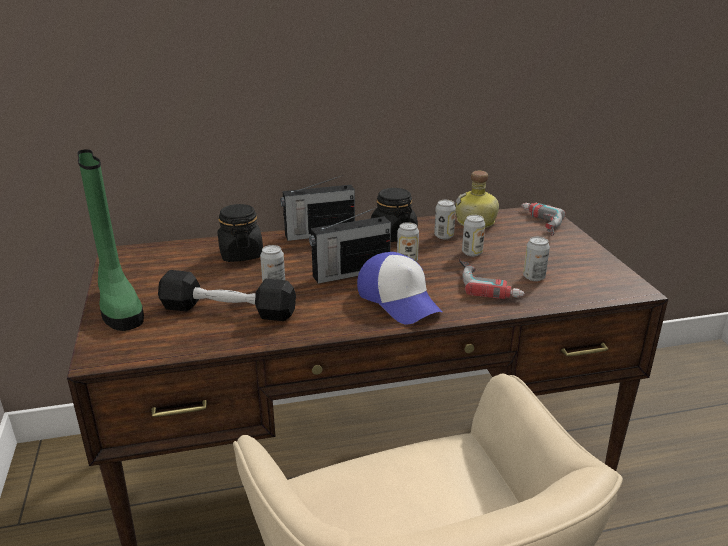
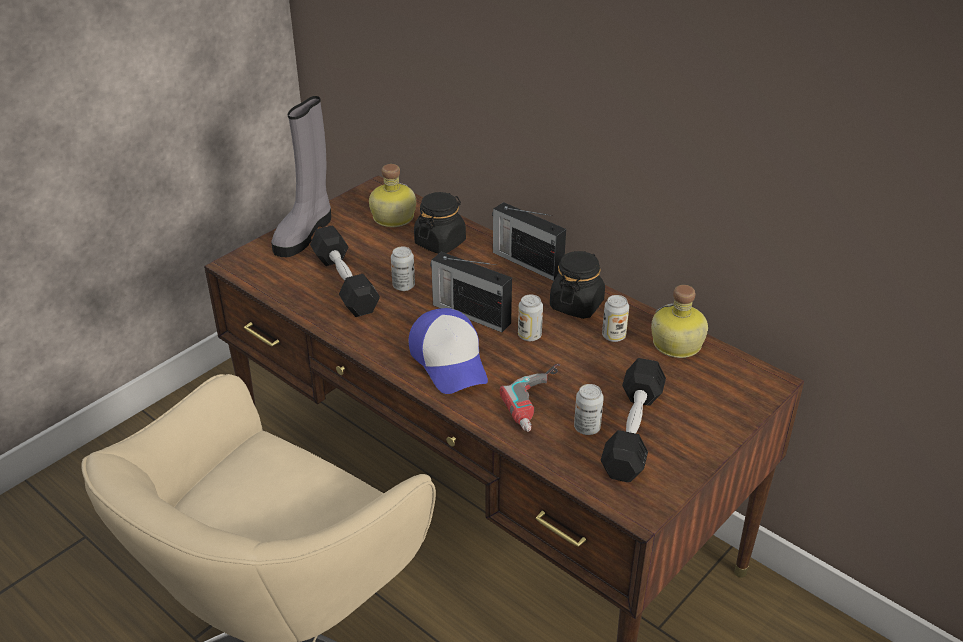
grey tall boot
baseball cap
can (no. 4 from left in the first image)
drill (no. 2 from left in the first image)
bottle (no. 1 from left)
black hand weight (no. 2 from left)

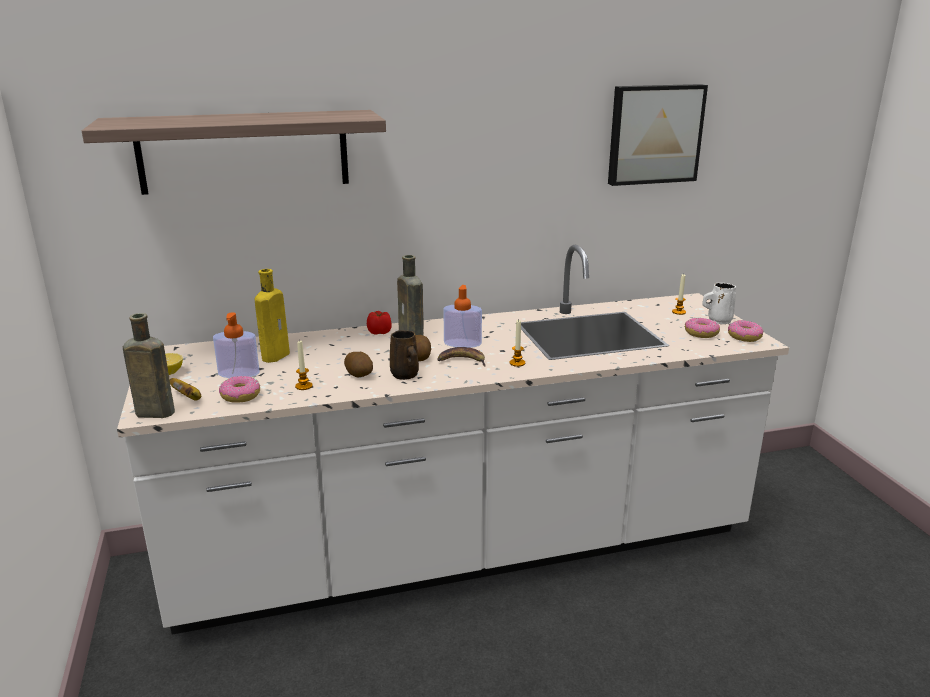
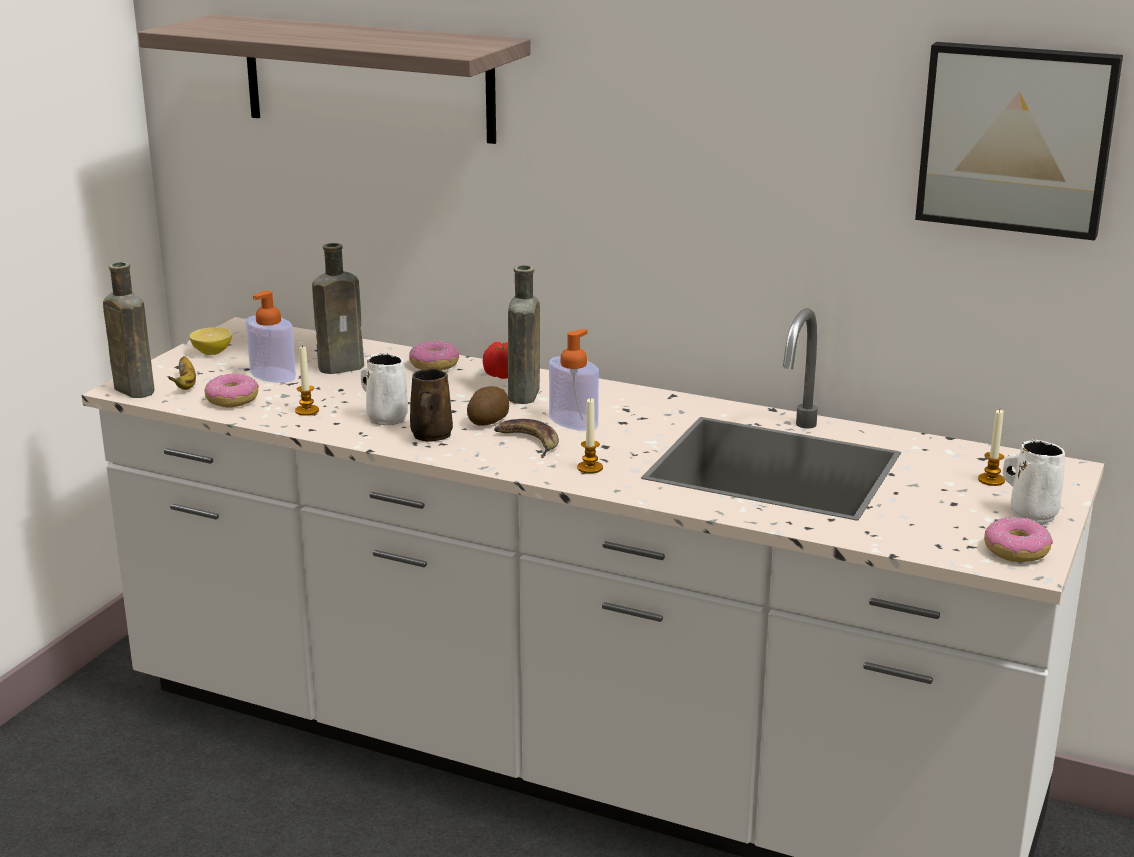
brown-coloured bottle (no. 2 from left)
white tea mug (no. 1 from left)
donut (no. 2 from left)

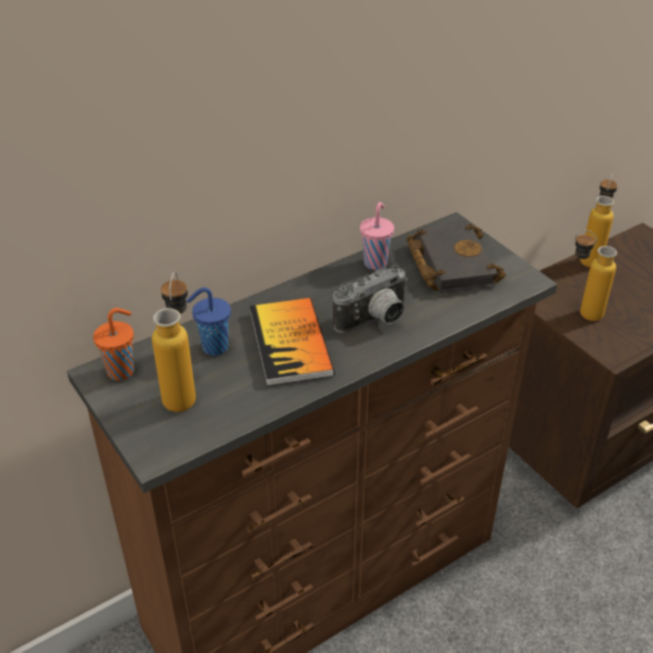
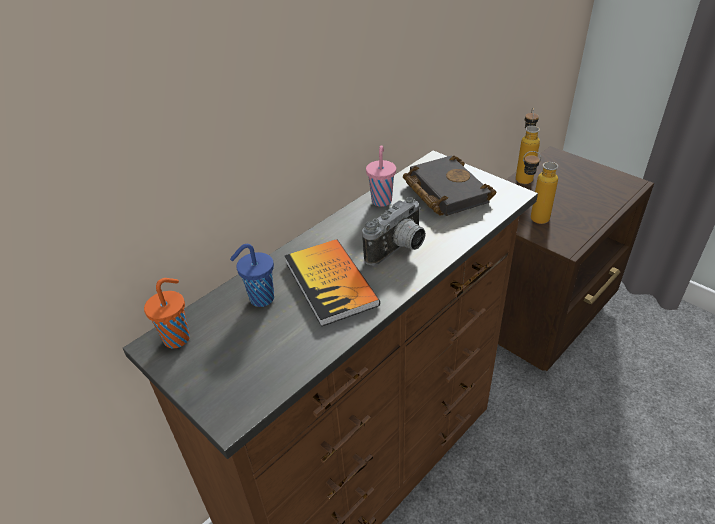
bottle (no. 1 from left in the first image)

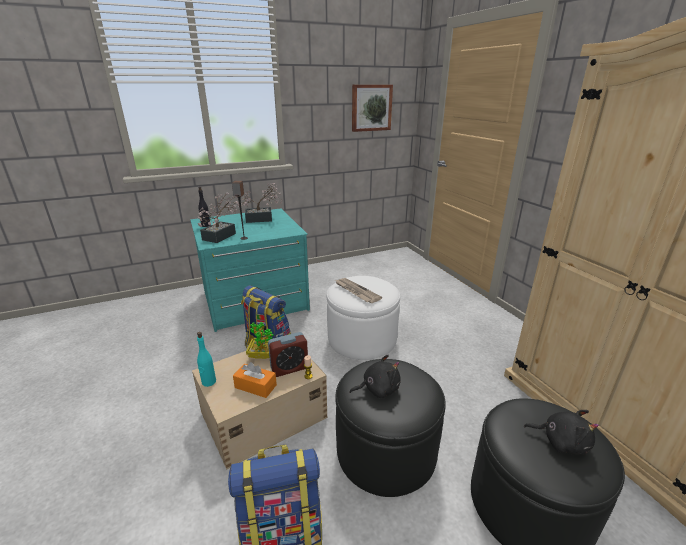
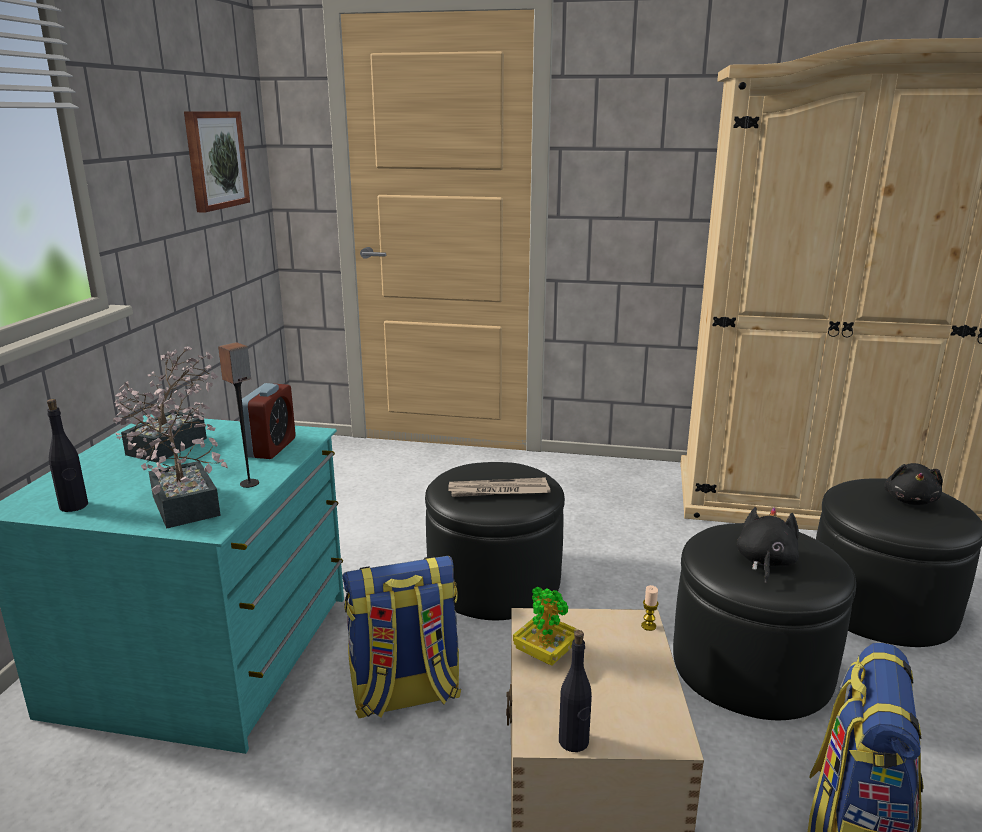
black bottle (no. 2 from left)
orange-coloured box of tissues
alarm clock
black footrest (no. 1 from left)
black plush toy (no. 2 from left)

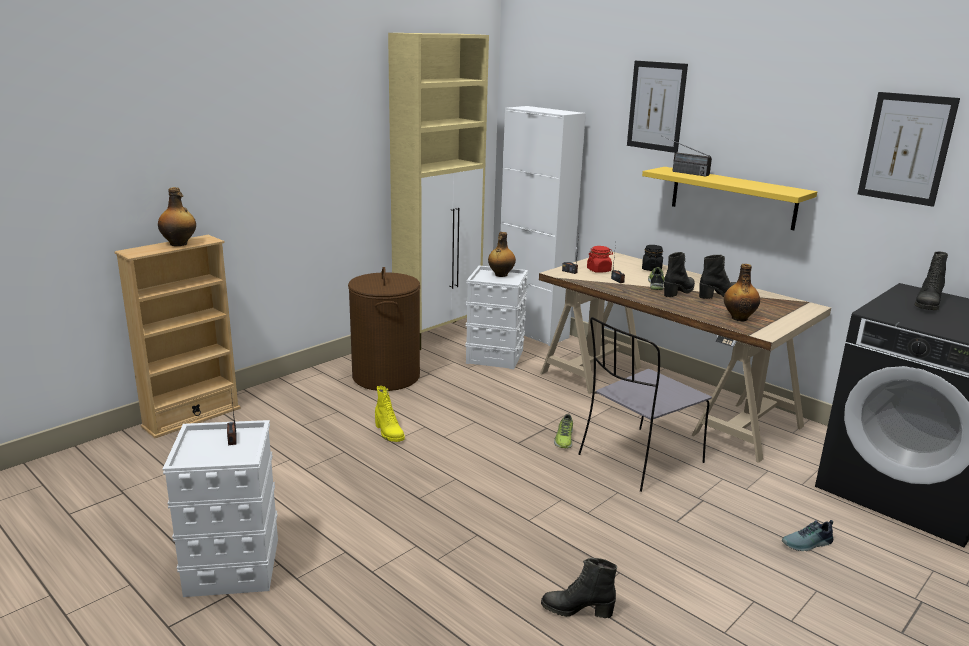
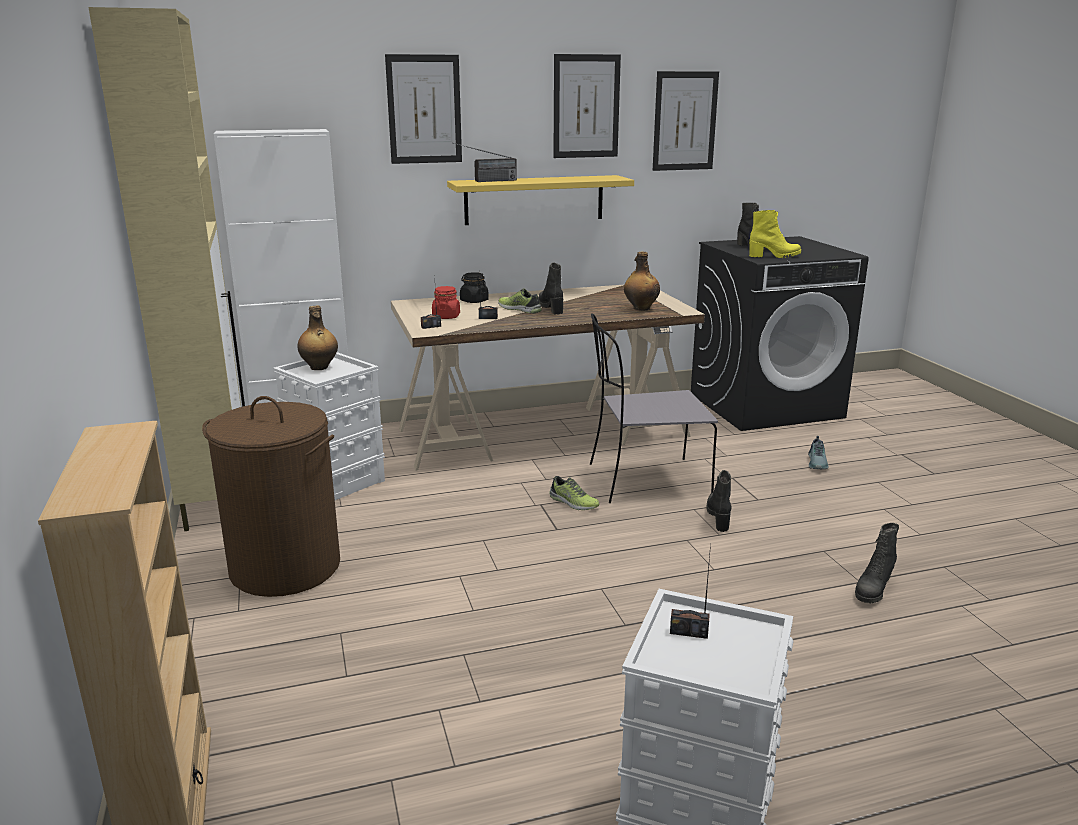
bottle (no. 1 from left in the first image)
yellow-coloured tall boot
grey upright chair
black tall boot (no. 2 from left)
wall picture (no. 2 from left)

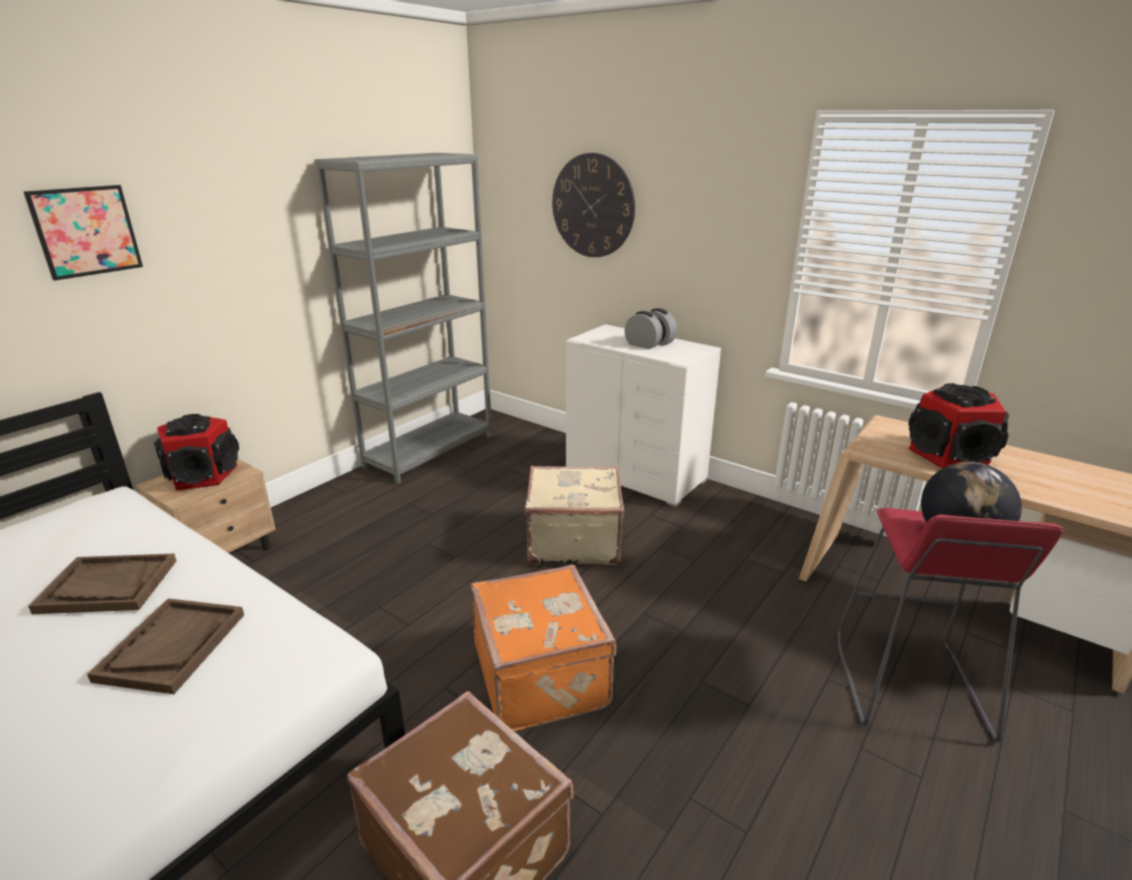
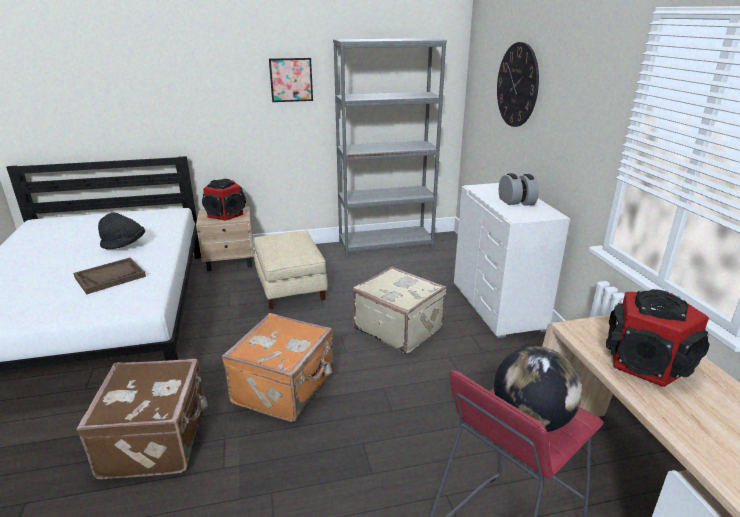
wall picture
black clothing hat
sand-coloured footrest

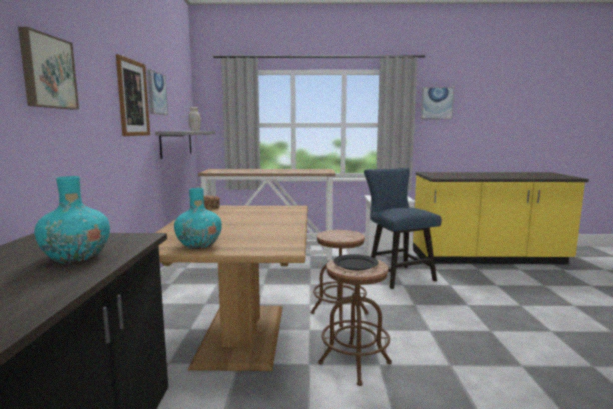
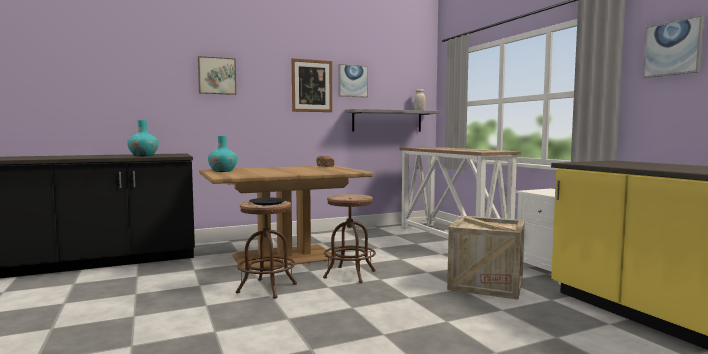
crate

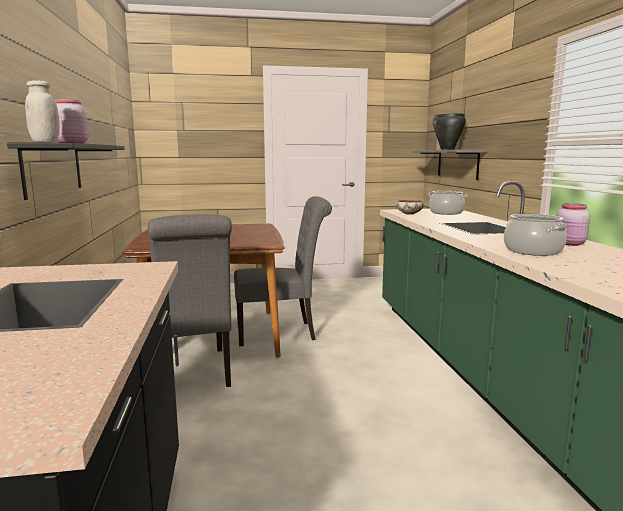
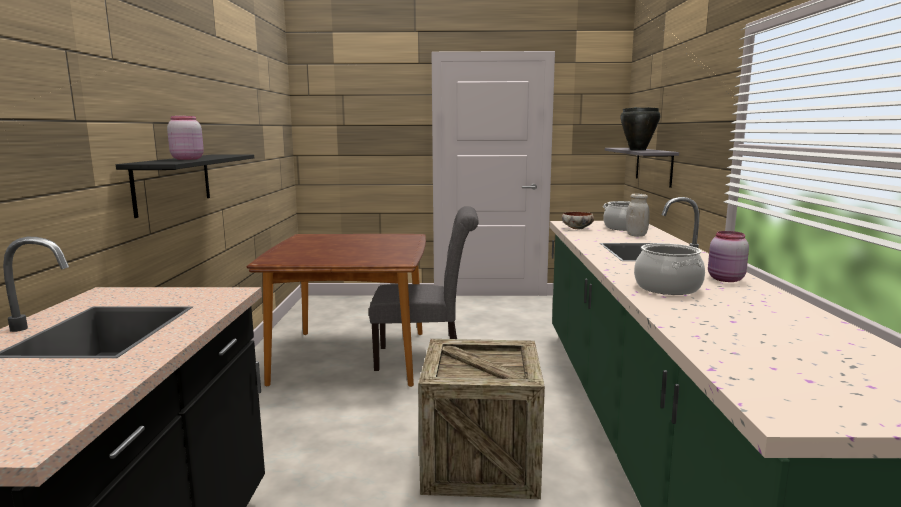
white jar
grey upright chair (no. 1 from left in the first image)
crate

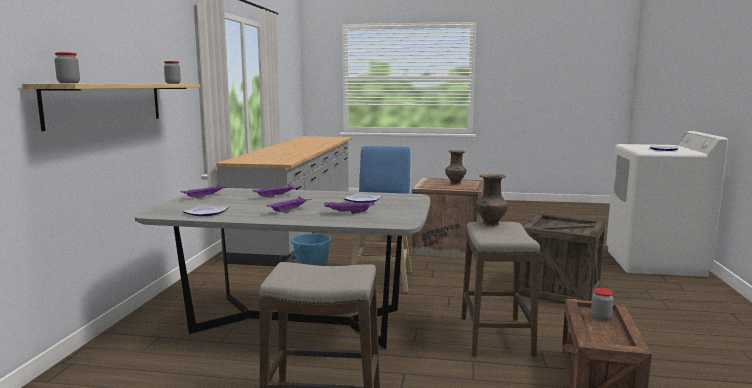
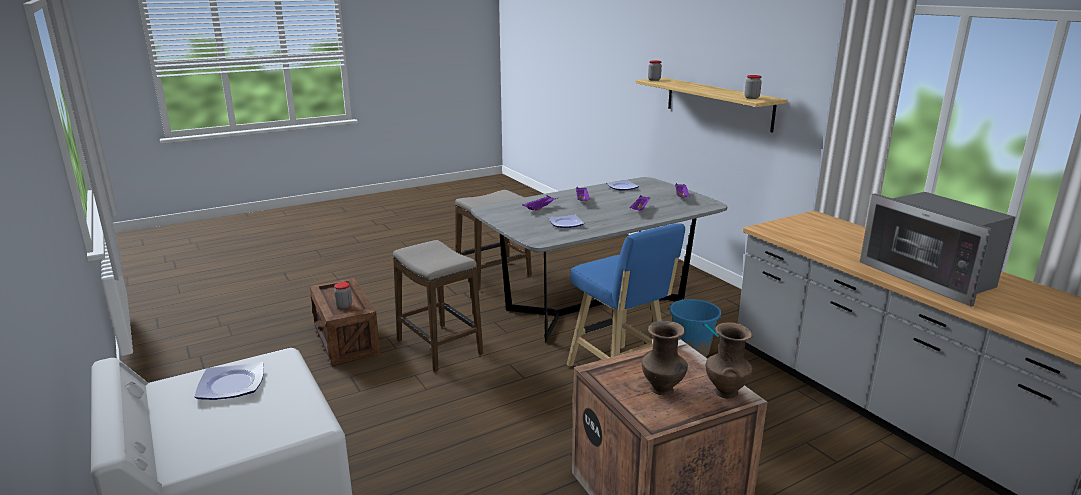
brown-coloured decorative vase (no. 2 from left)
crate (no. 2 from left in the first image)
microwave oven

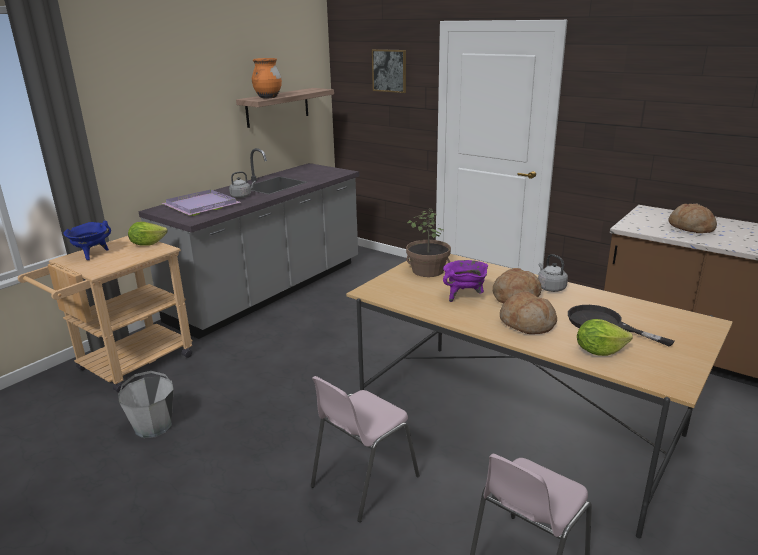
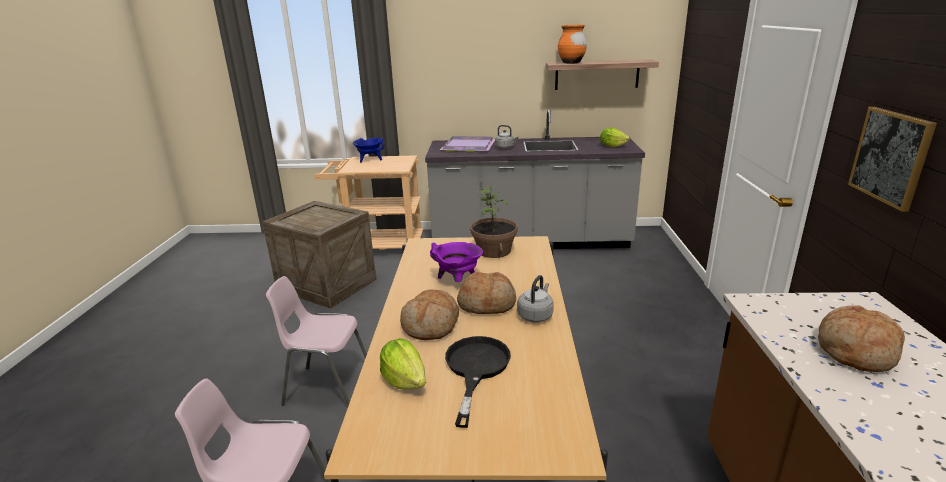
crate
lettuce (no. 2 from left)
wall picture

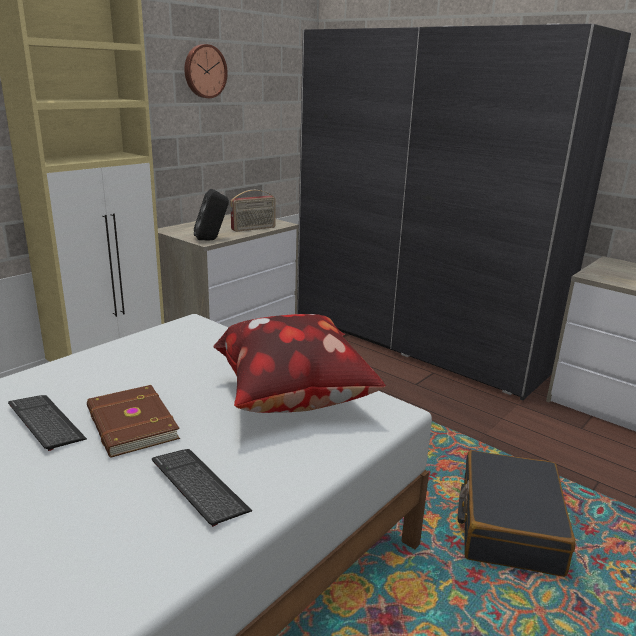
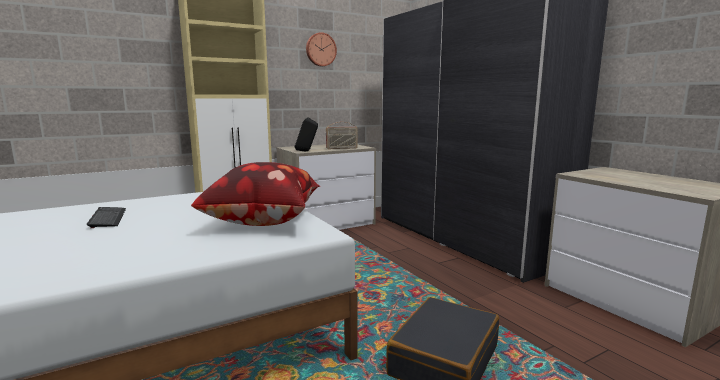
brown-coloured book
PC keyboard (no. 2 from left in the first image)

